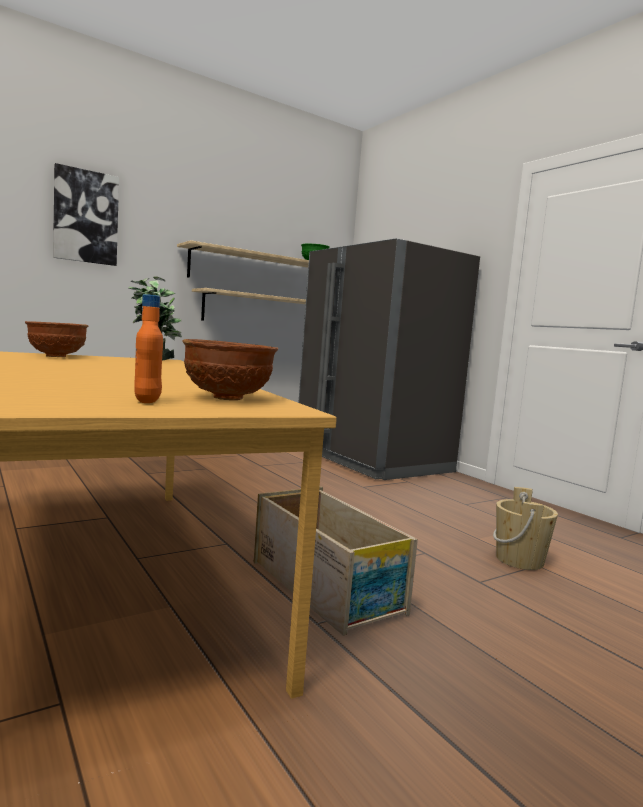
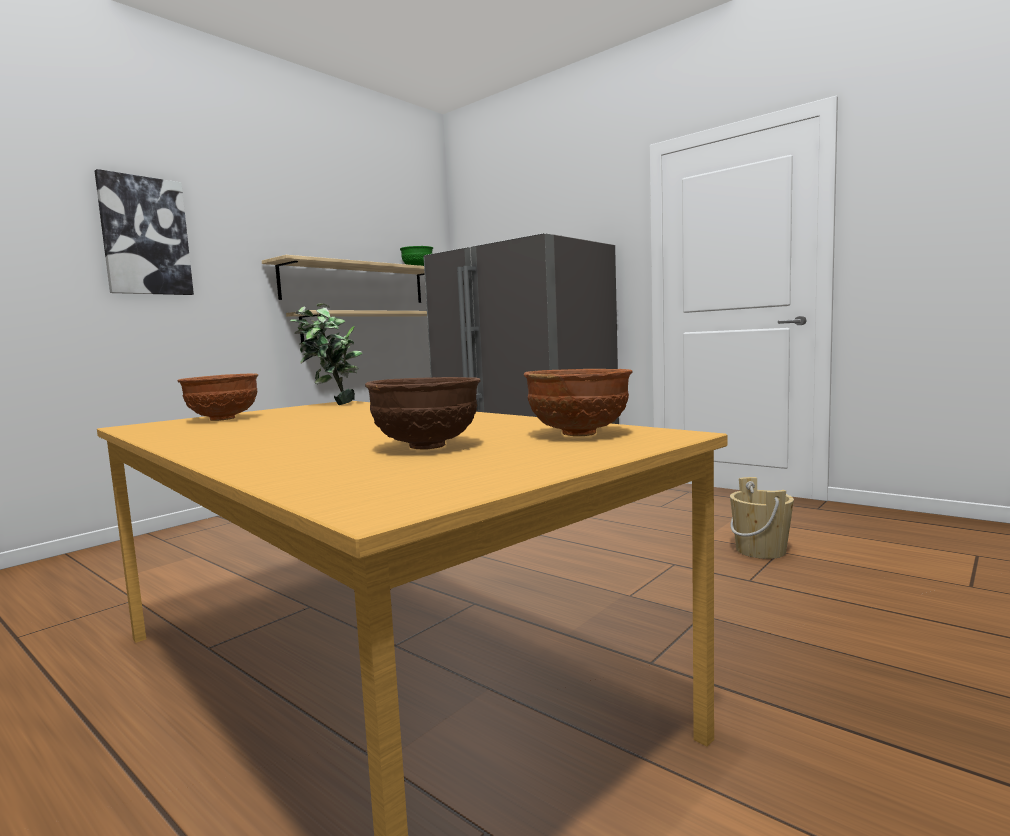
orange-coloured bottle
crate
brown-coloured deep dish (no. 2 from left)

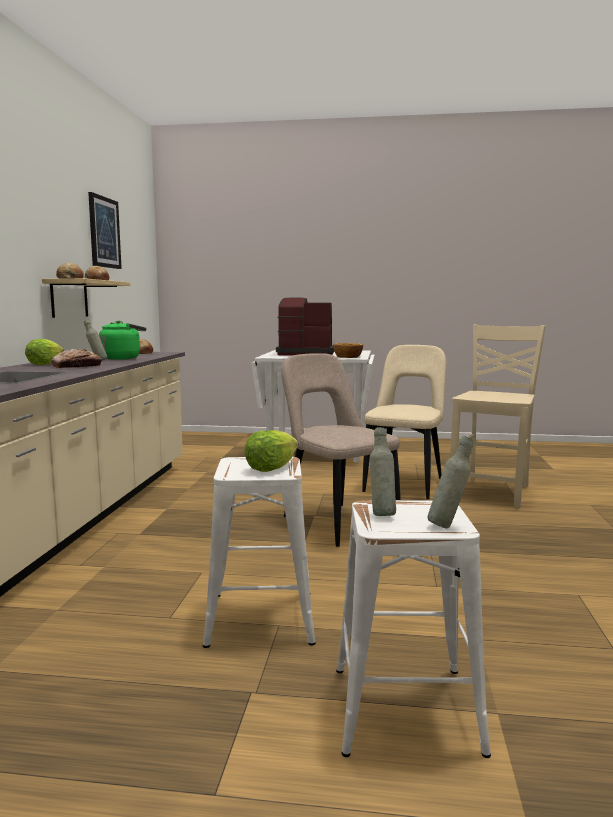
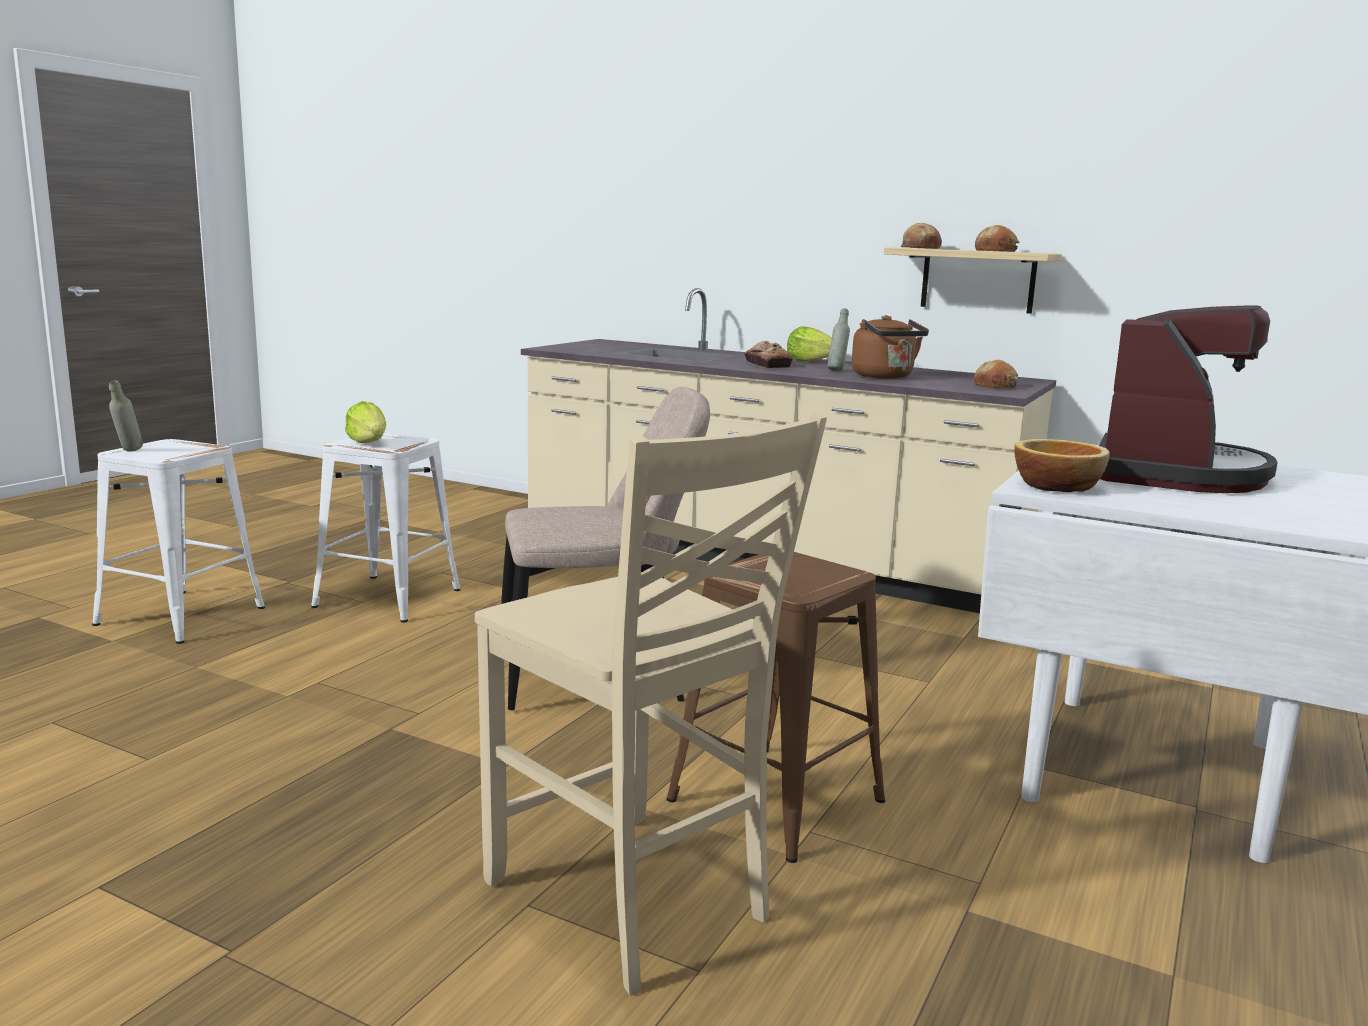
wall picture
brown-coloured kettle
brown-coloured stool seat
grey bottle (no. 2 from left in the first image)

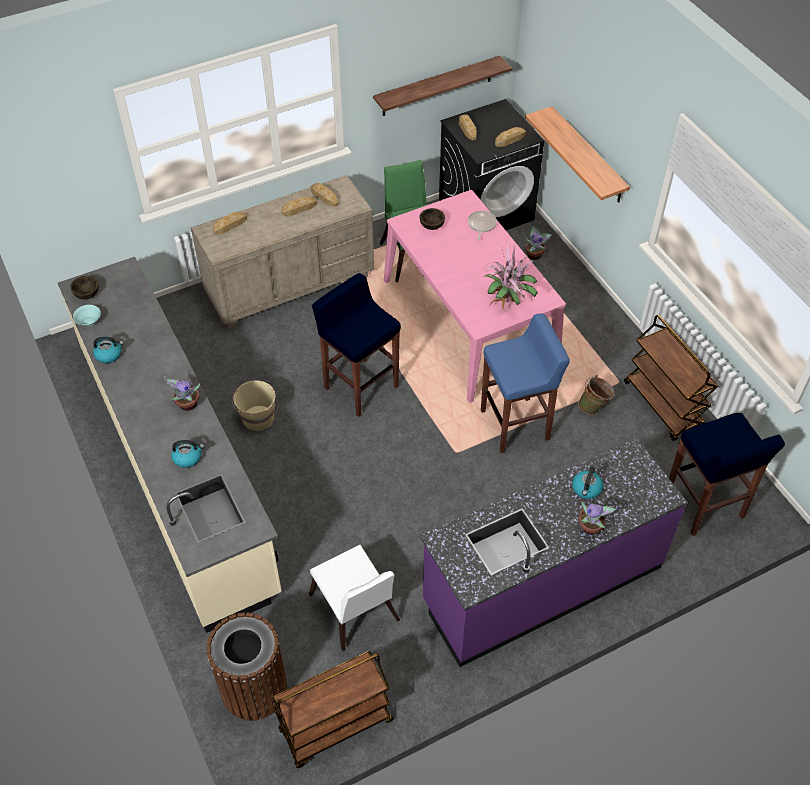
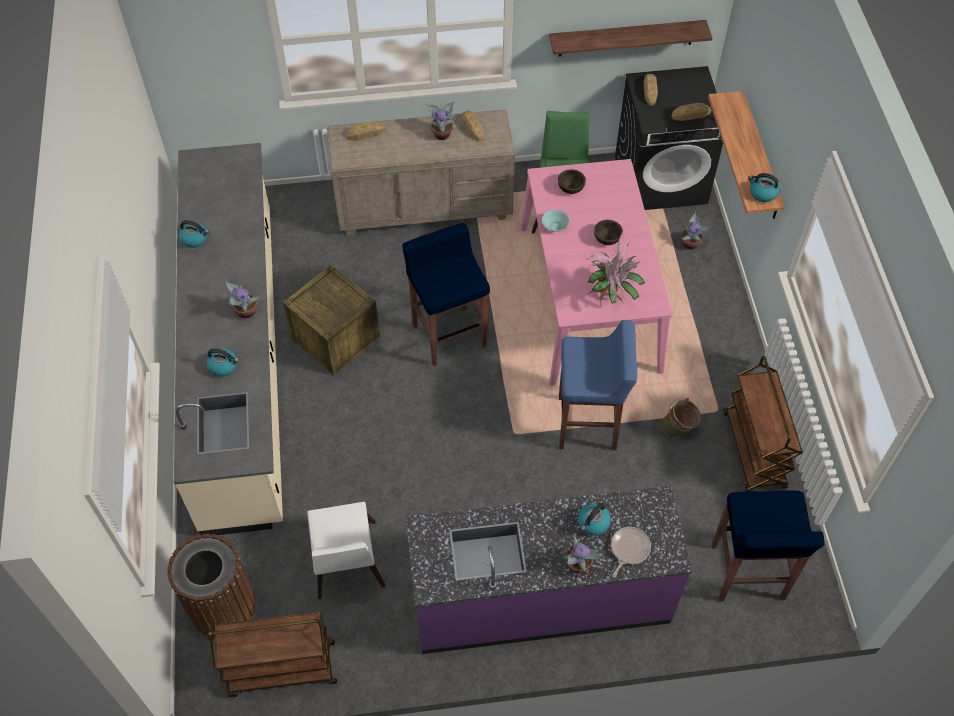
brown-coloured deep dish (no. 2 from left)
blue-green deep dish
crate
houseplant (no. 2 from left)
skillet
kettle (no. 4 from left)

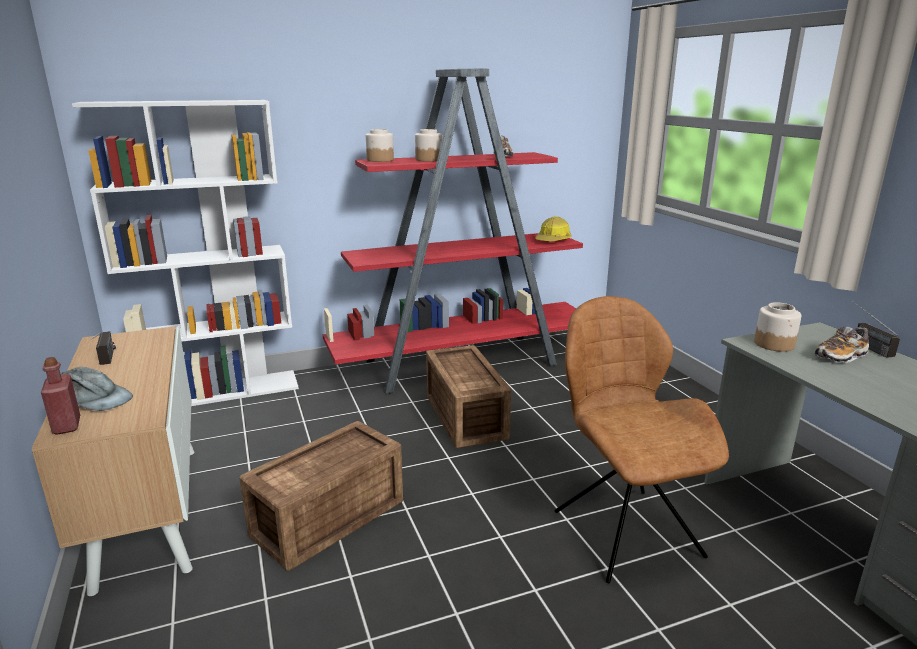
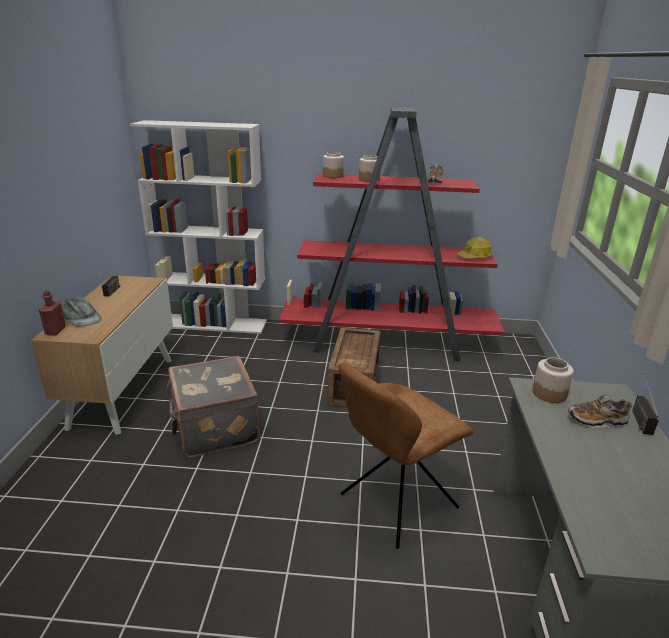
grey travel case
brown-coloured upright chair

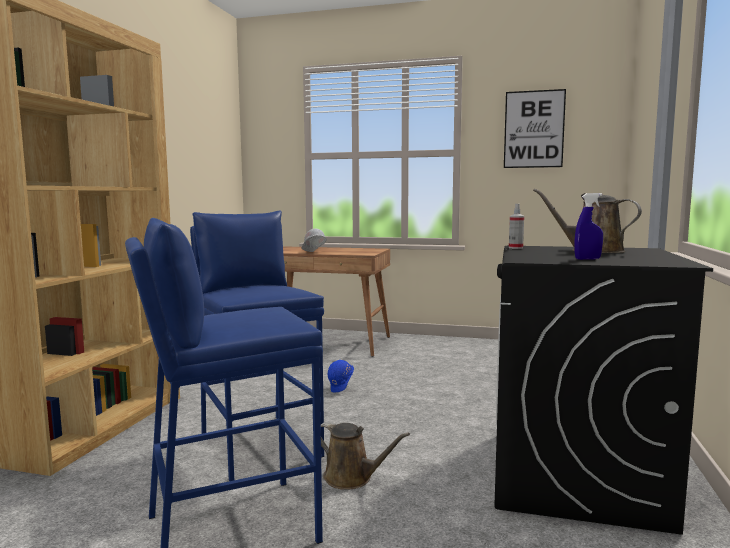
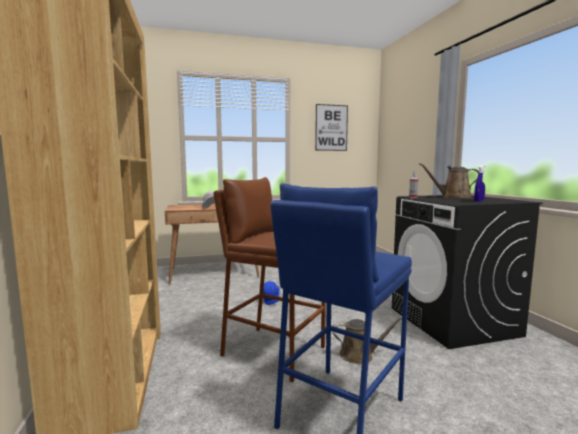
brown-coloured stool seat

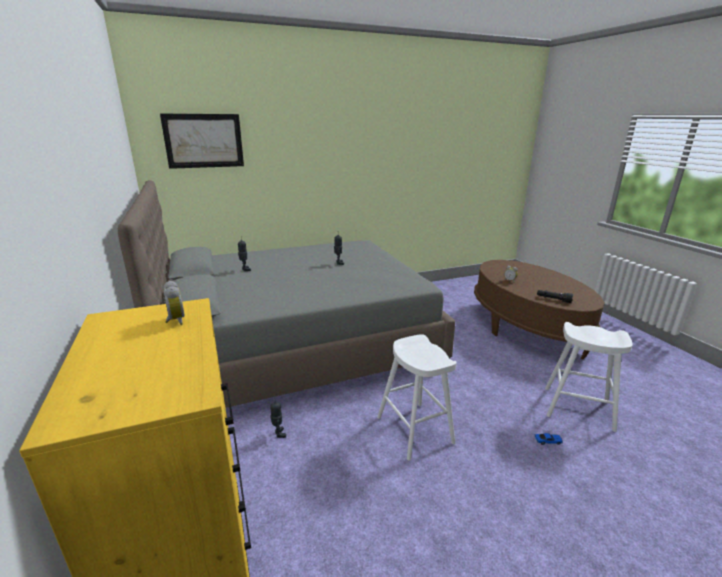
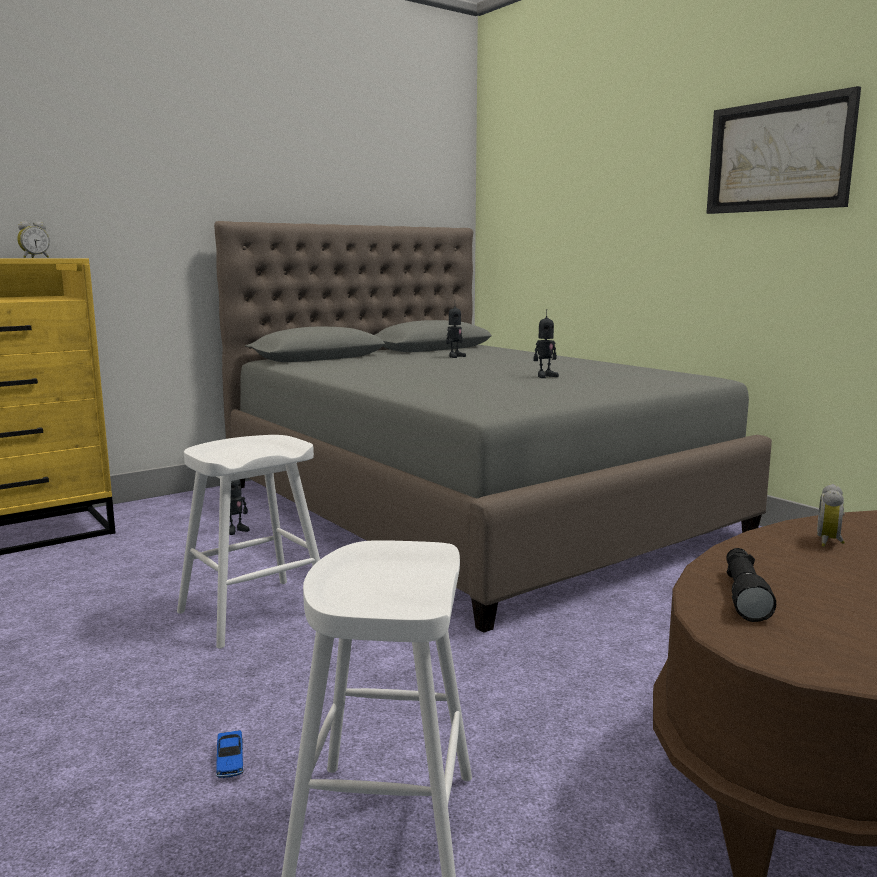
wall picture

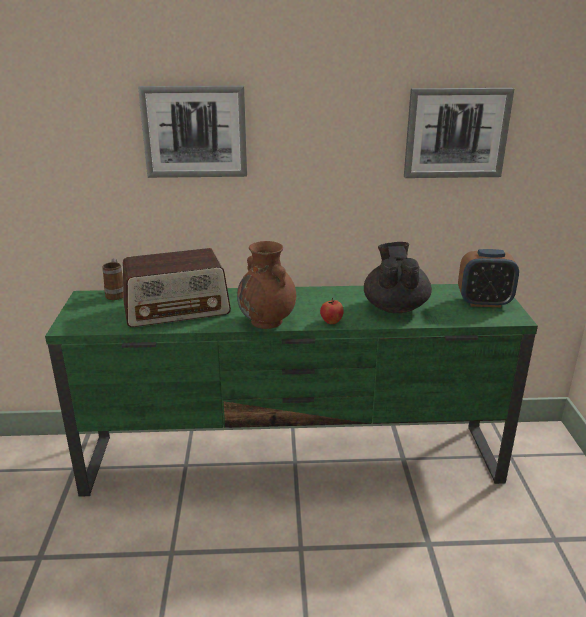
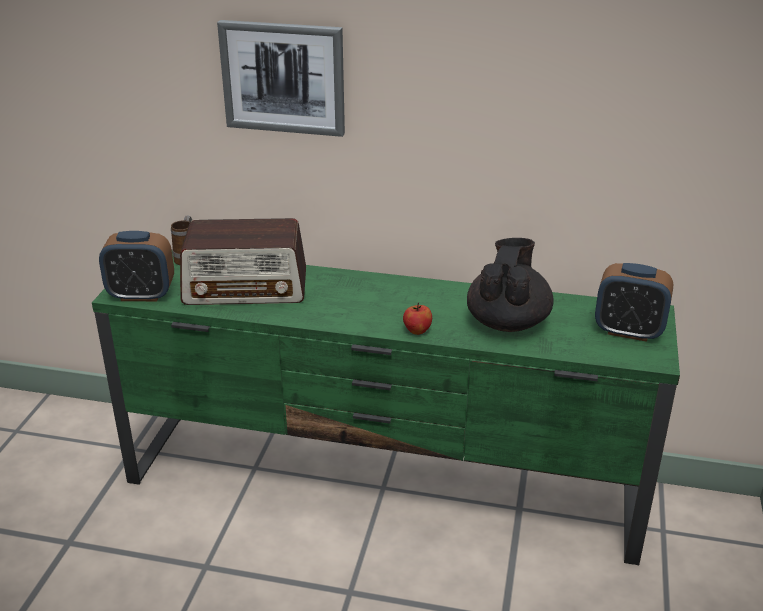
brown-coloured decorative vase
wall picture (no. 2 from left in the first image)
alarm clock (no. 1 from left)

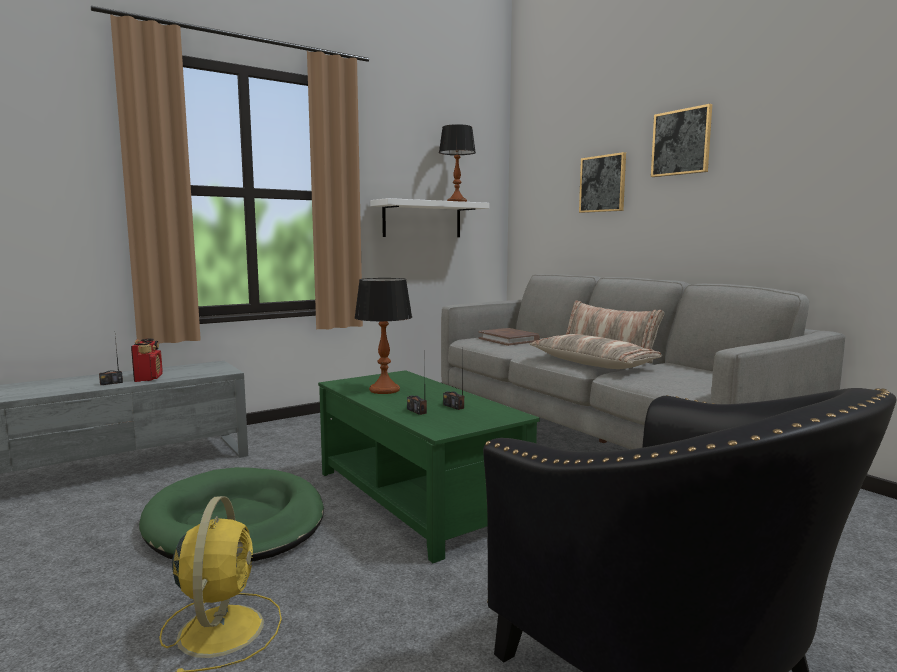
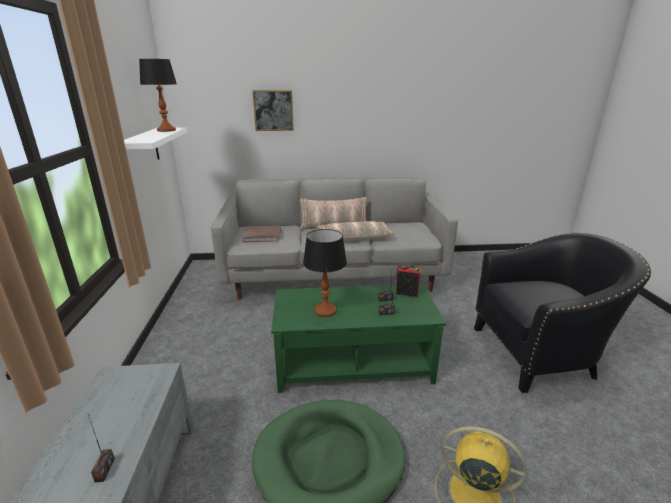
radio (no. 4 from left)
wall picture (no. 2 from left in the first image)

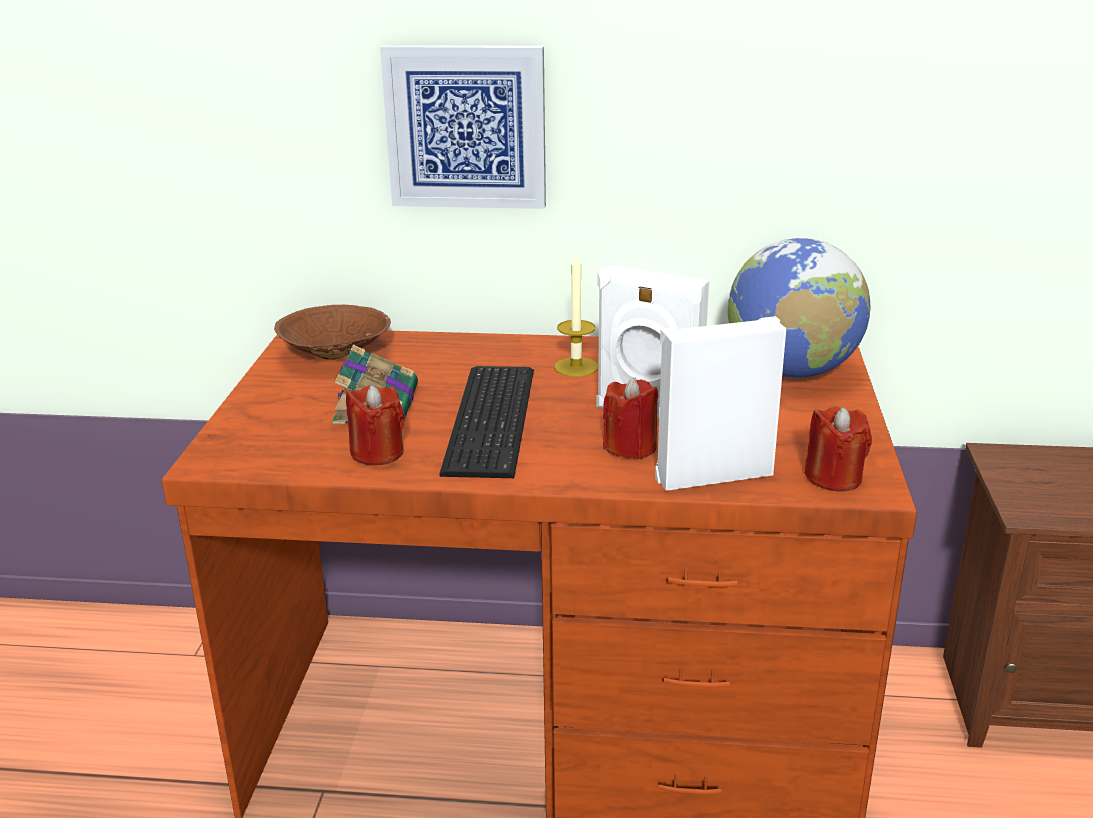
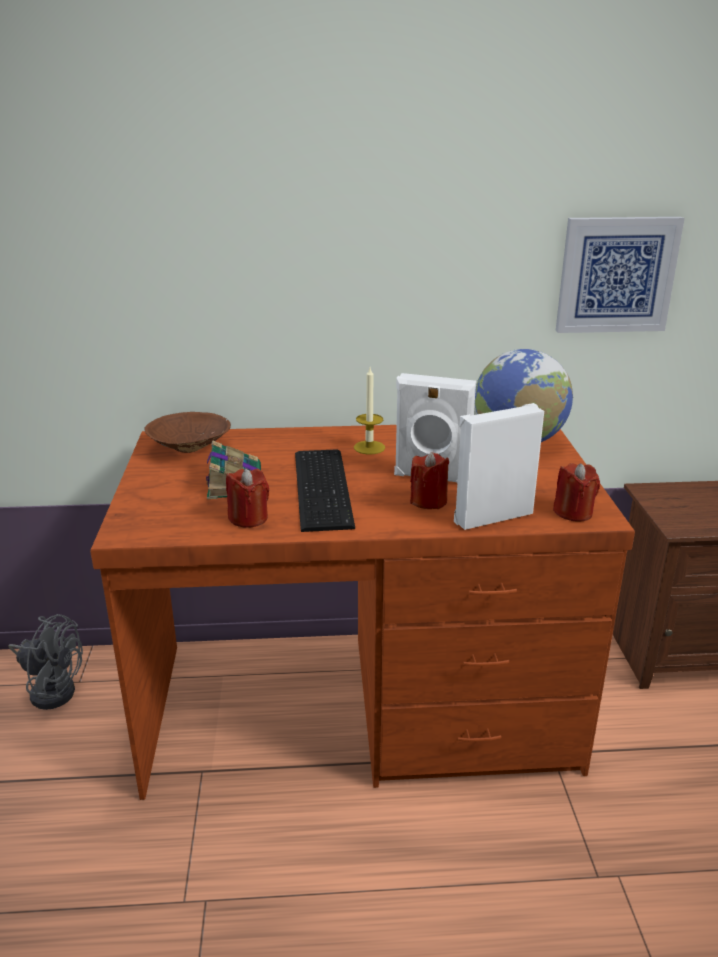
wall picture
grey electric fan

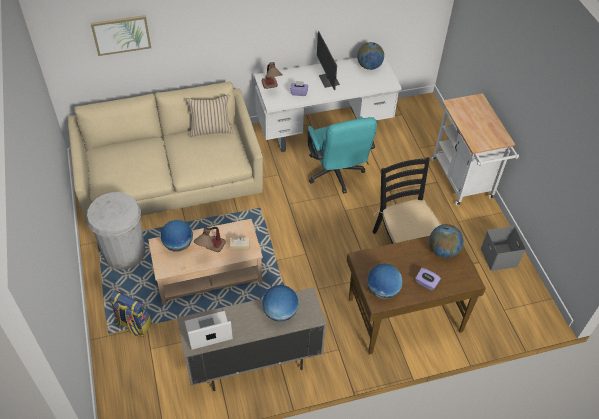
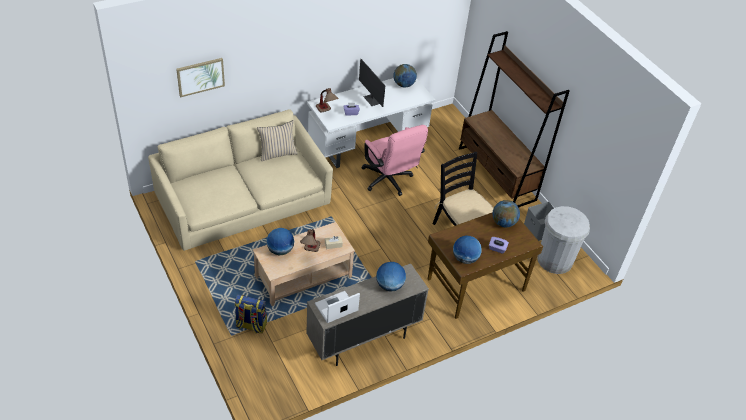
white trash can
pink desk chair
brown-coloured bookshelf

